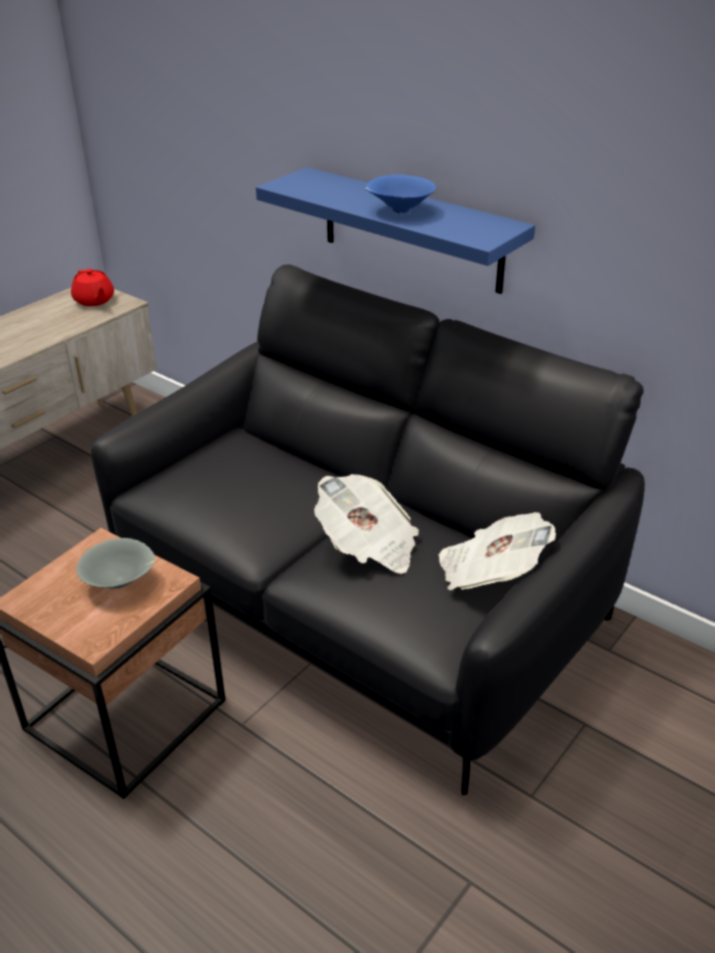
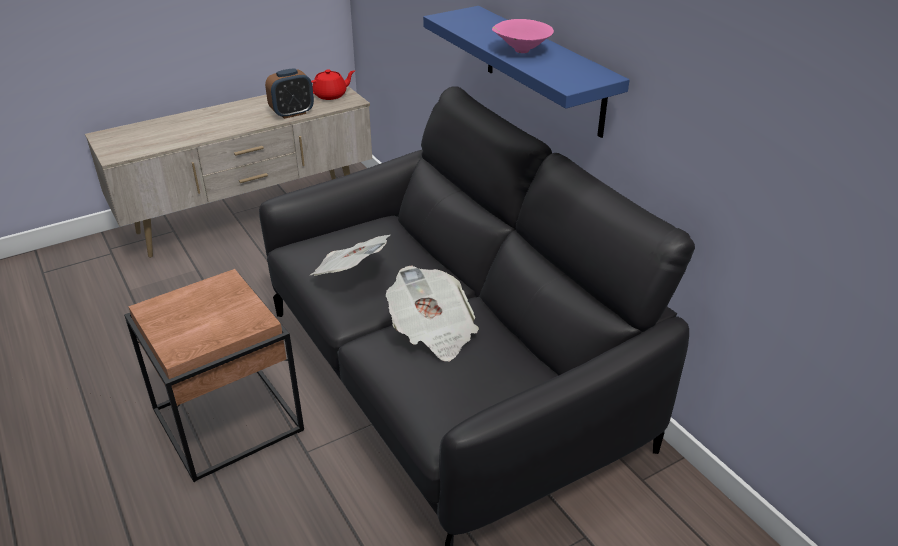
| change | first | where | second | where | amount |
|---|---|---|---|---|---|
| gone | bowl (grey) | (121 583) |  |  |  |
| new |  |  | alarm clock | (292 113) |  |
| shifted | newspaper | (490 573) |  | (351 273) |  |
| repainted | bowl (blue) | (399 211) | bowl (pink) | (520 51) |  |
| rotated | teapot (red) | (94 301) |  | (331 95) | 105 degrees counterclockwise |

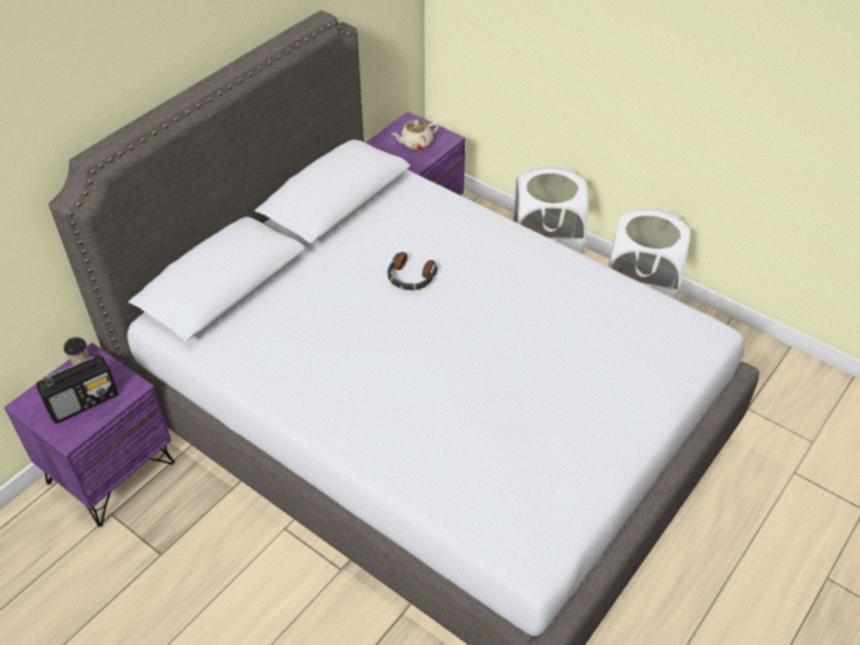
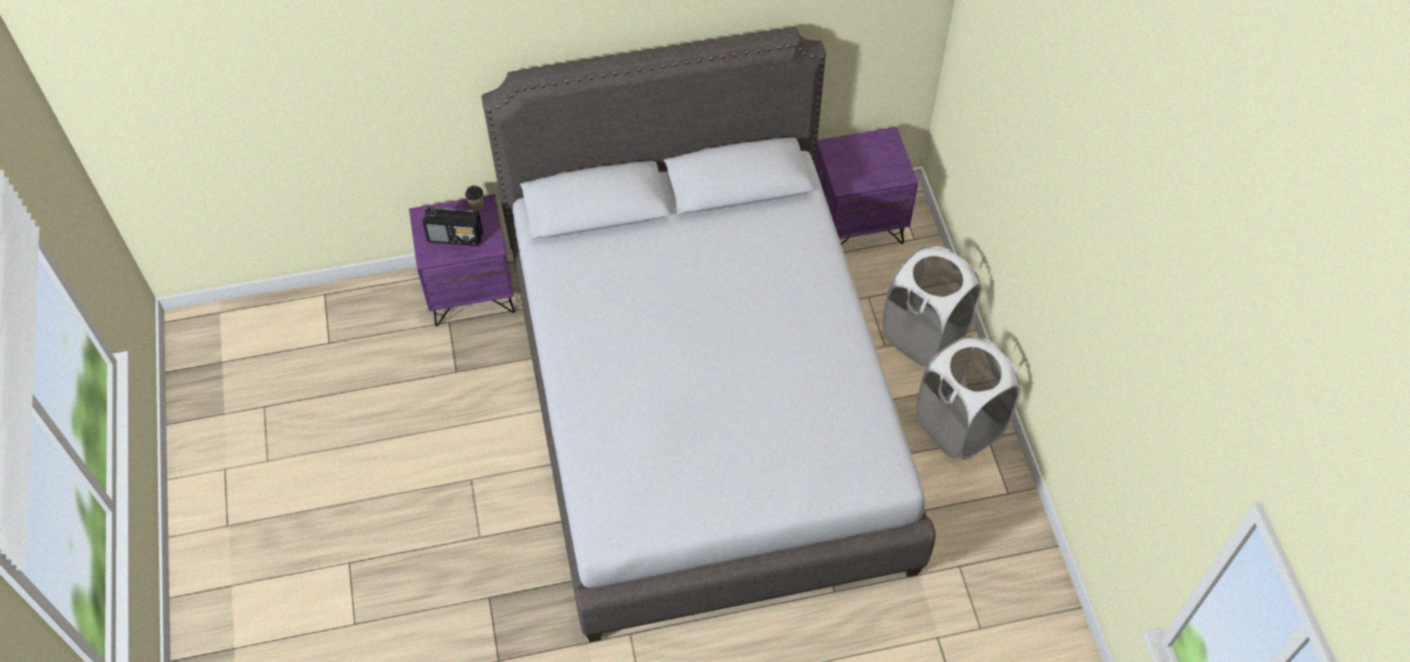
| change | first | where | second | where | amount |
|---|---|---|---|---|---|
| gone | headphones | (410 277) |  |  |  |
| gone | teapot (beige) | (415 143) |  |  |  |

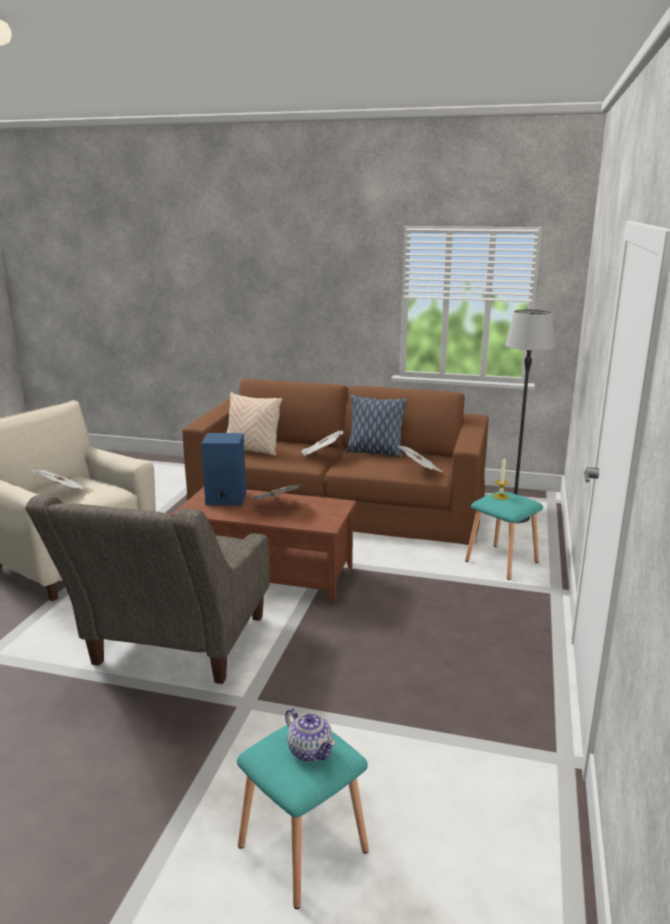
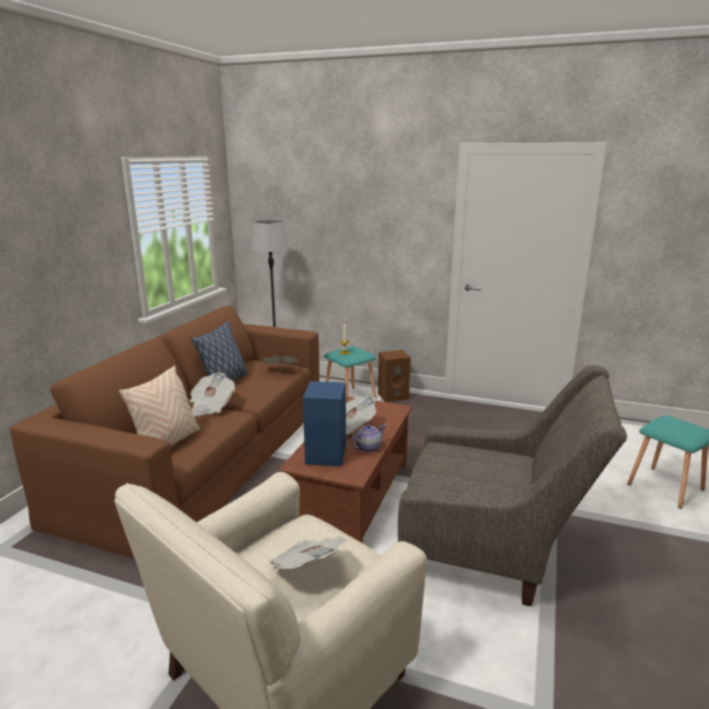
| change | first | where | second | where | amount |
|---|---|---|---|---|---|
| new |  |  | speaker (brown) | (393 396) |  |
| shifted | teapot | (310 750) |  | (367 448) |  |

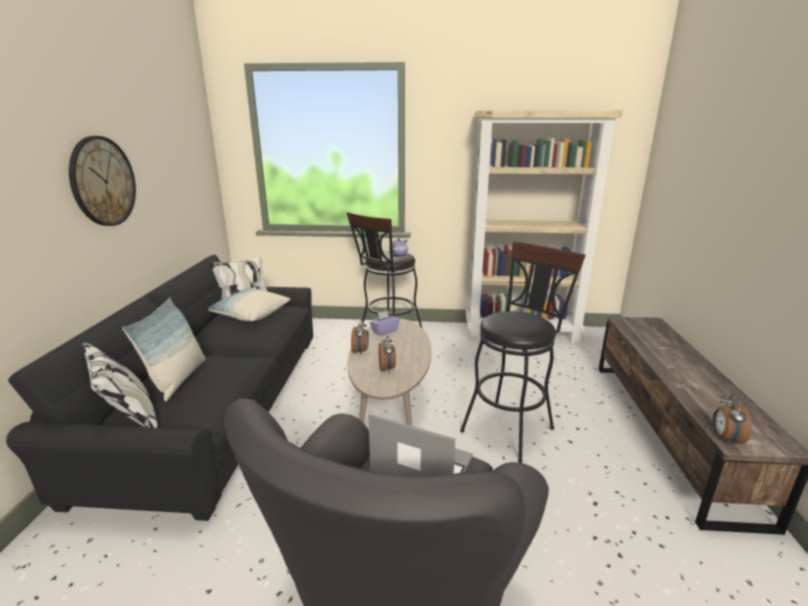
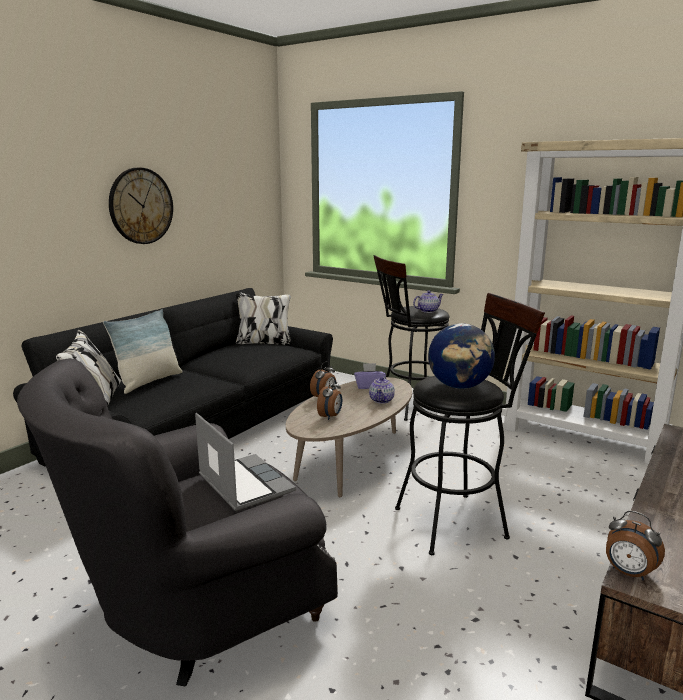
| change | first | where | second | where | amount |
|---|---|---|---|---|---|
| gone | pillow | (250 315) |  |  |  |
| new |  |  | teapot | (382 400) |  |
| new |  |  | globe | (459 386) |  |
| rotated | alarm clock | (725 438) |  | (628 573) | 90 degrees counterclockwise |

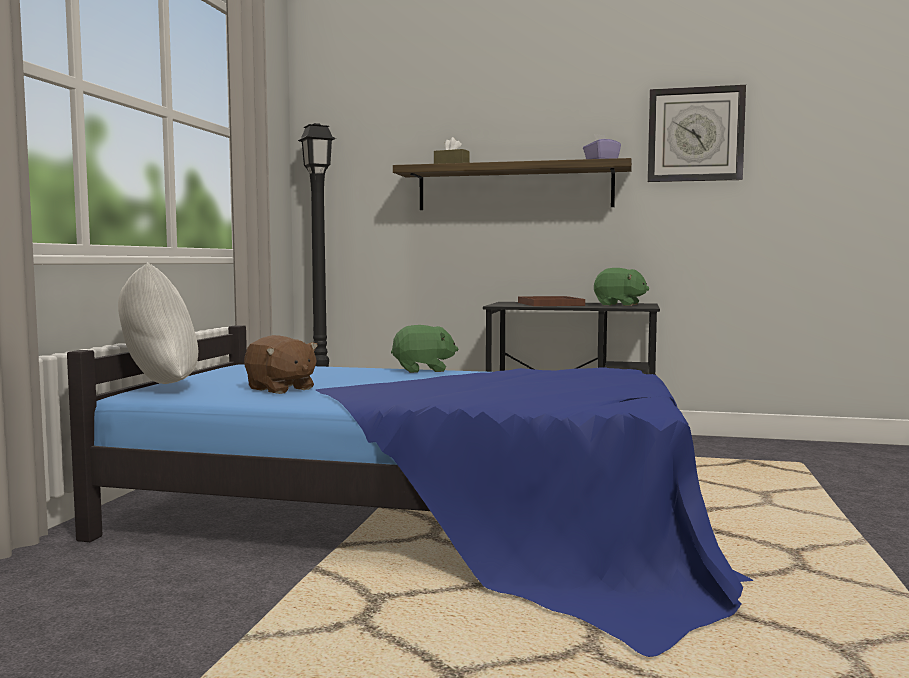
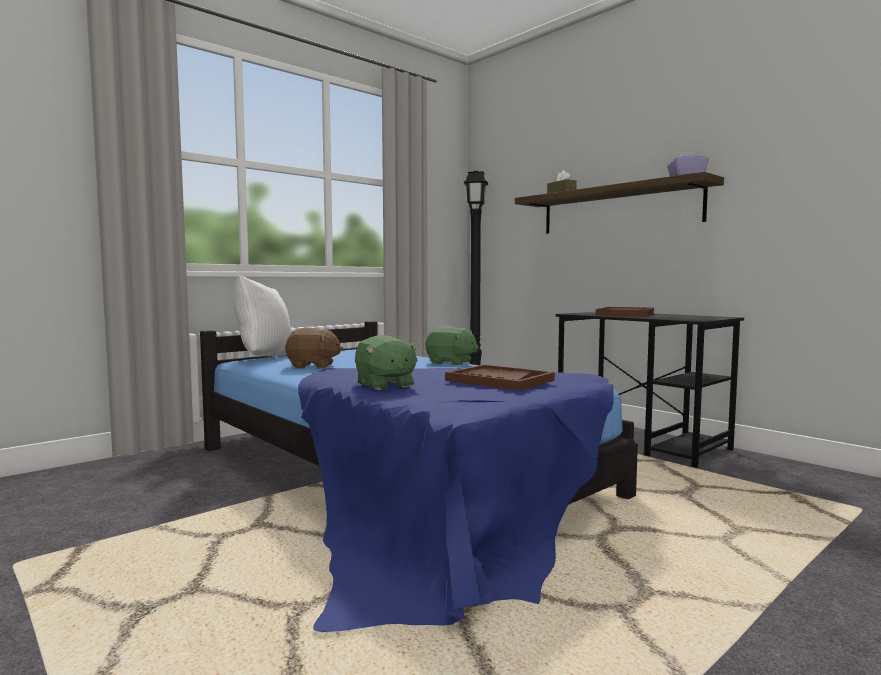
| change | first | where | second | where | amount |
|---|---|---|---|---|---|
| gone | wall clock | (695 134) |  |  |  |
| new |  |  | tray (brown) | (499 380) |  |
| shifted | plush toy (green) | (619 305) |  | (385 385) |  |
| rotated | plush toy (brown) | (280 389) |  | (313 366) | 75 degrees counterclockwise |

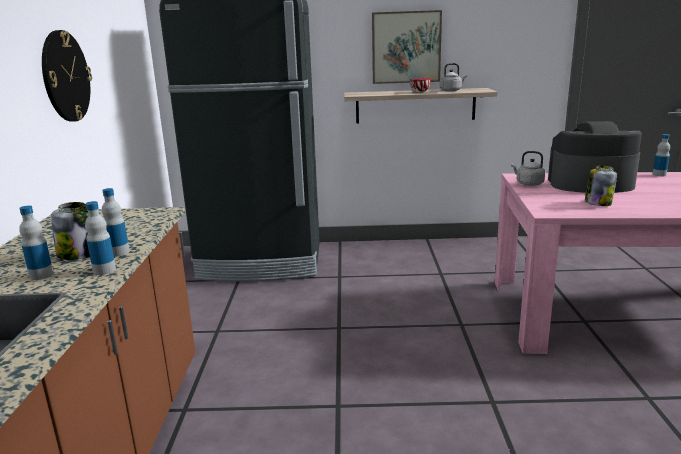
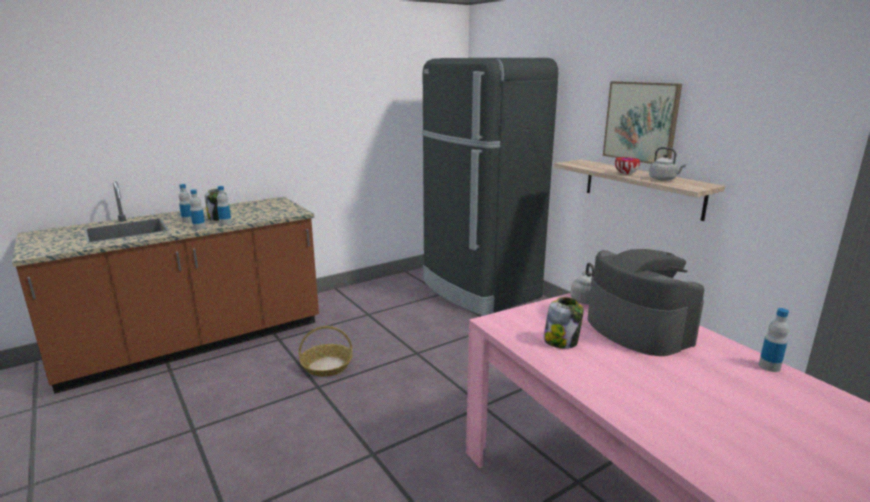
| change | first | where | second | where | amount |
|---|---|---|---|---|---|
| gone | wall clock | (65 76) |  |  |  |
| new |  |  | basket | (327 366) |  |

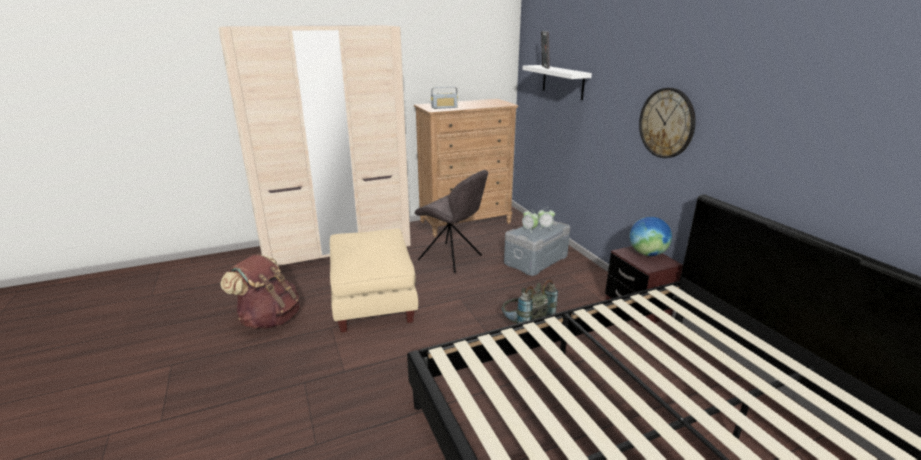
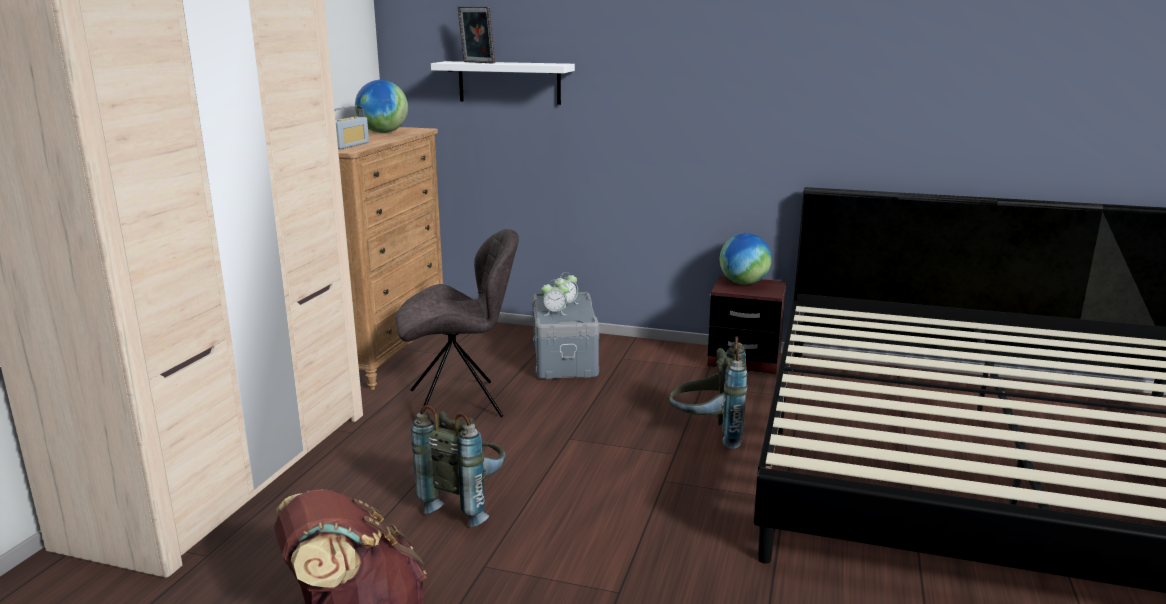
| change | first | where | second | where | amount |
|---|---|---|---|---|---|
| gone | wall clock | (667 123) |  |  |  |
| new |  |  | globe | (383 132) |  |
| swapped | ottoman (beige) | (372 300) | backpack (grey) | (466 503) |  |

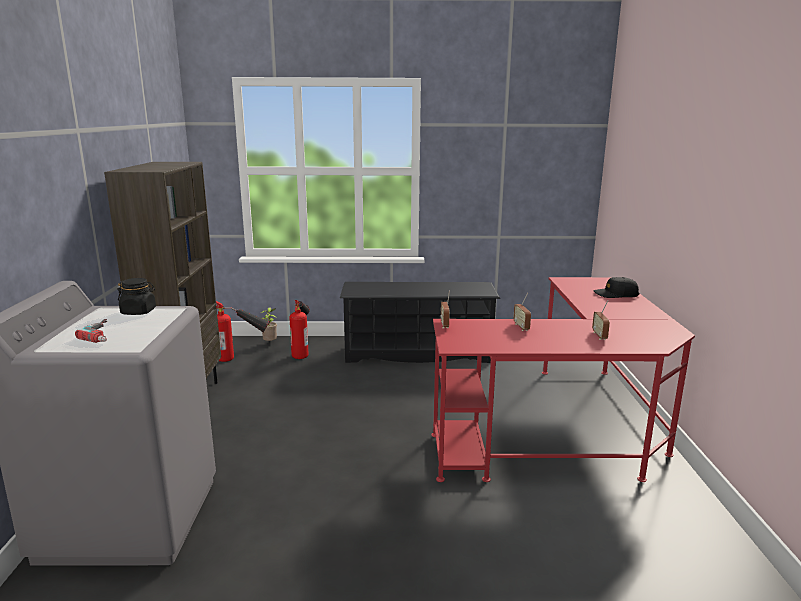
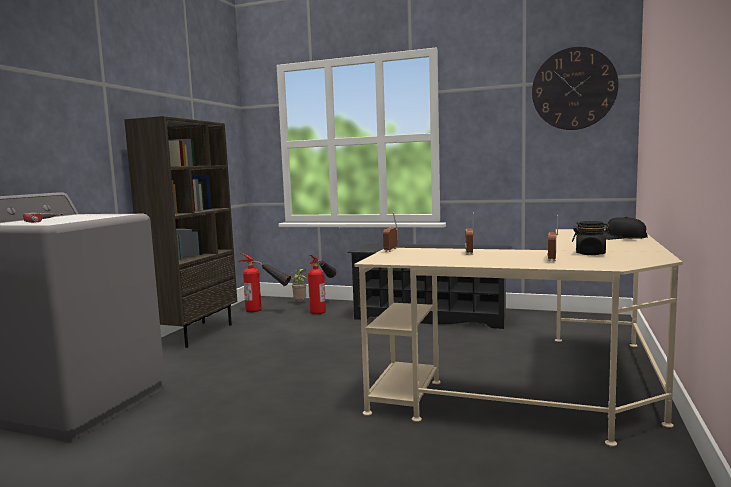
| change | first | where | second | where | amount |
|---|---|---|---|---|---|
| new |  |  | wall clock | (574 89) |  |
| shifted | jar (black) | (139 312) |  | (590 253) |  |
| repainted | desk (red) | (567 430) | desk (beige) | (547 389) |  |

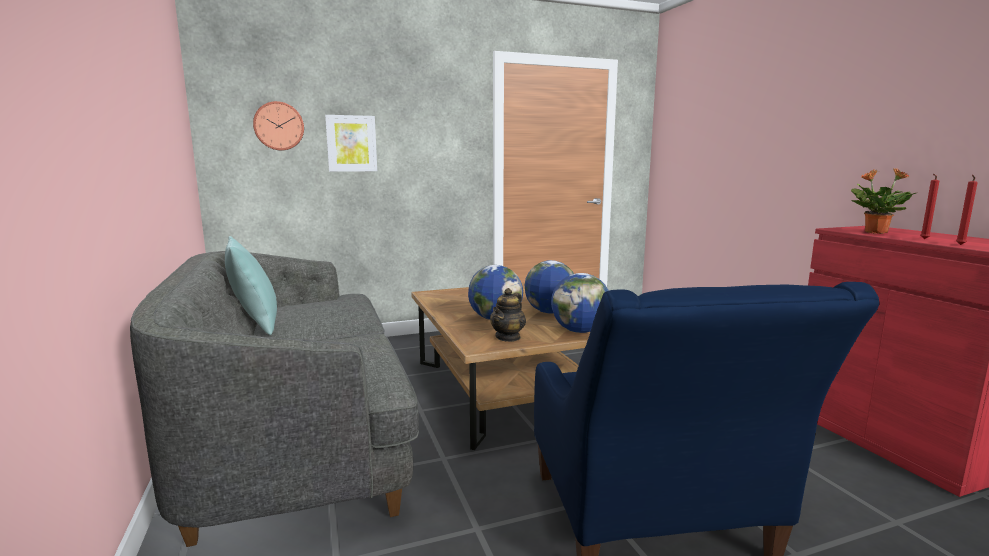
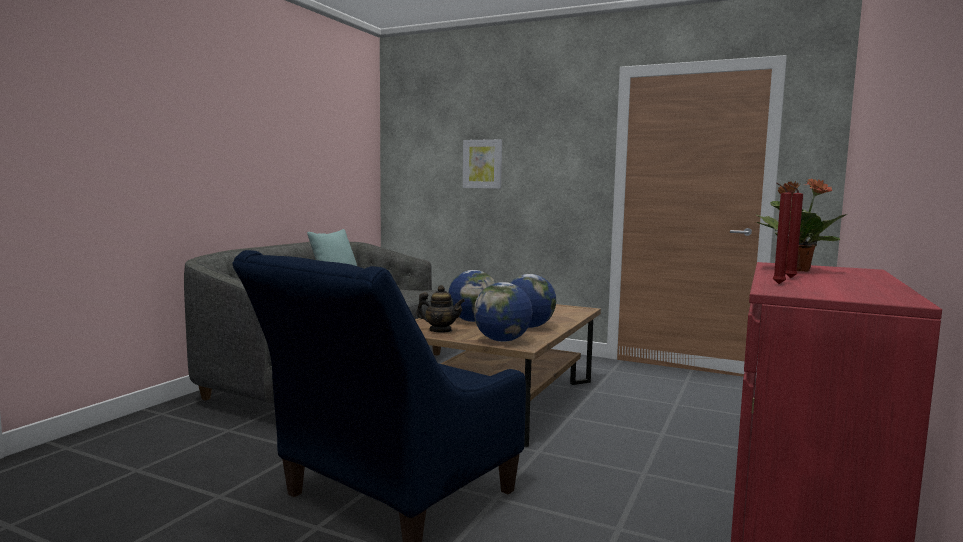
| change | first | where | second | where | amount |
|---|---|---|---|---|---|
| gone | wall clock | (279 126) |  |  |  |
| rotated | teapot | (508 337) |  | (440 331) | 150 degrees counterclockwise |

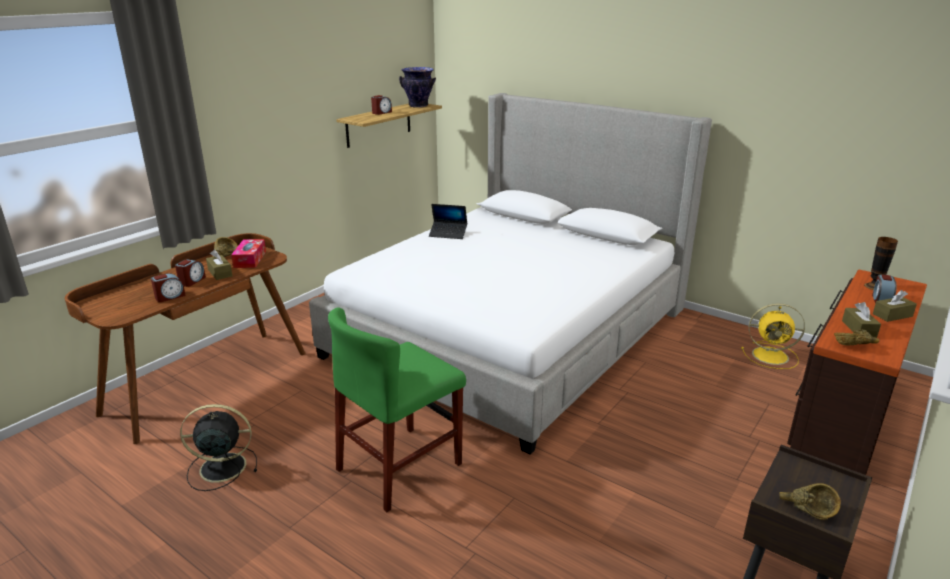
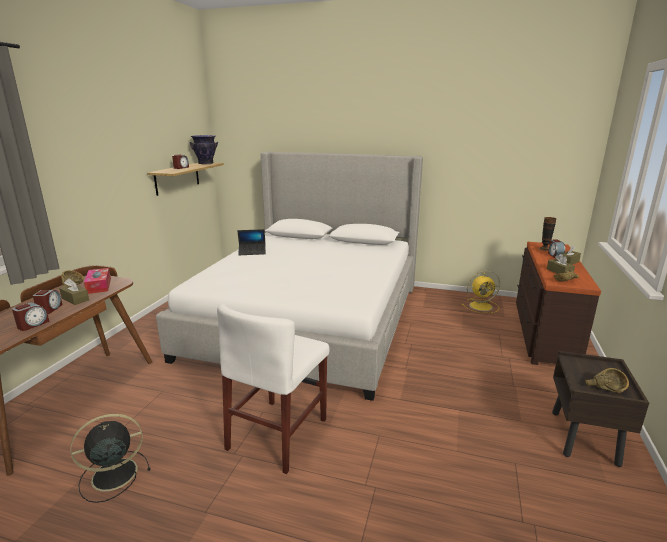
| change | first | where | second | where | amount |
|---|---|---|---|---|---|
| repainted | chair (green) | (399 466) | chair (white) | (278 433) |  |

